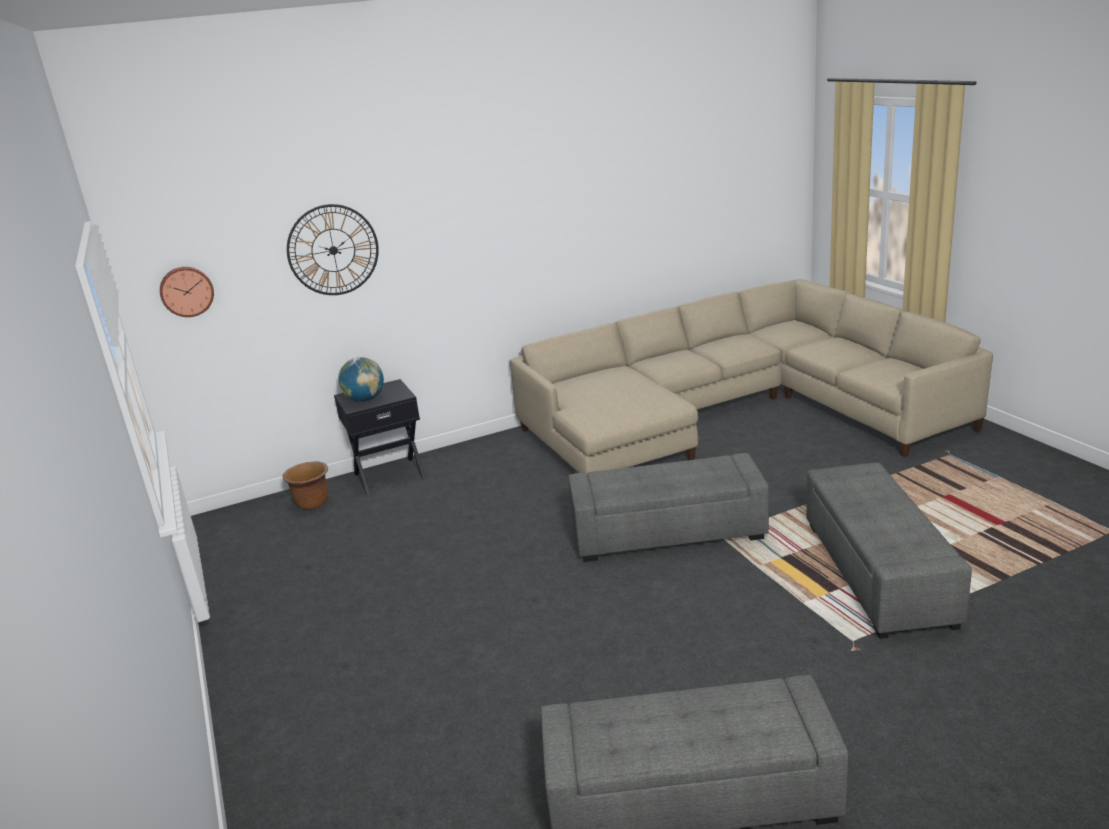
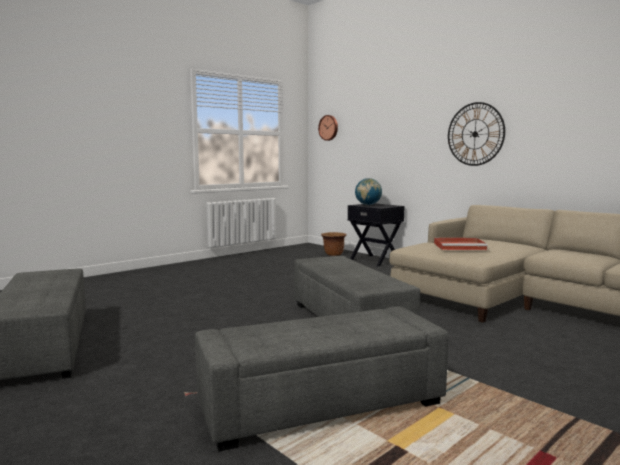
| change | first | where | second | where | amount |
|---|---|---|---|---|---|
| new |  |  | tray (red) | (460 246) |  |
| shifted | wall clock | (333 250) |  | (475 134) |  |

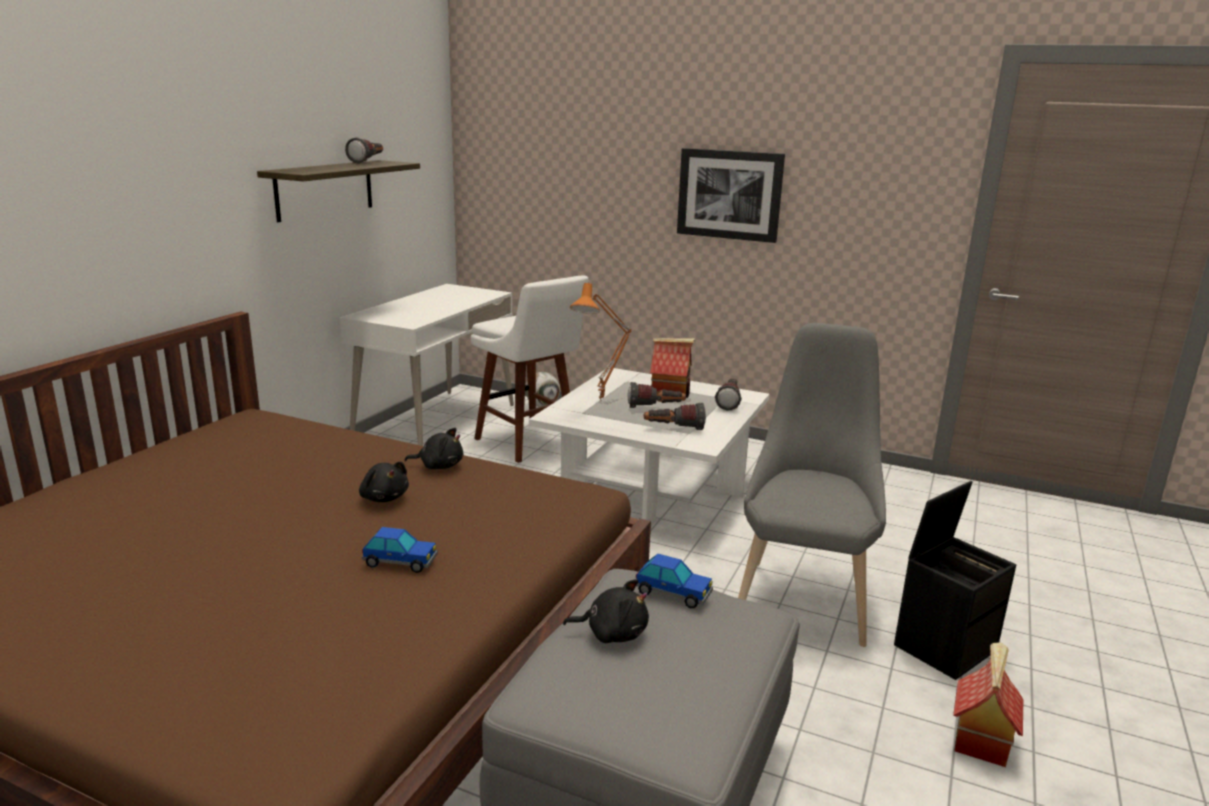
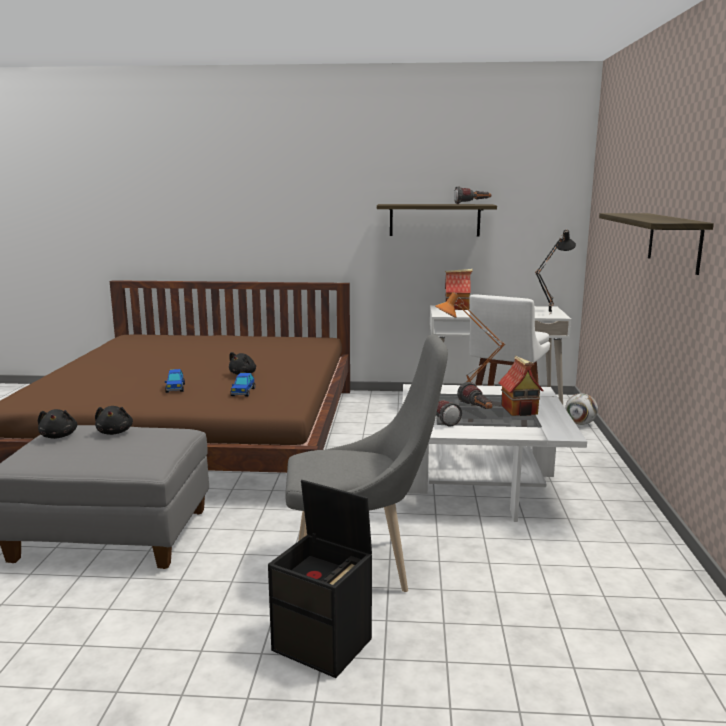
| change | first | where | second | where | amount |
|---|---|---|---|---|---|
| gone | flashlight | (729 402) |  |  |  |
| new |  |  | table lamp (black) | (549 313) |  |
| shifted | plush toy (black) | (439 466) |  | (59 436) |  |
| shifted | toy car | (673 593) |  | (243 392) |  |
| shifted | toy house | (979 740) |  | (457 308) |  |
| swapped | picture | (729 194) | shelf | (674 241) |  |

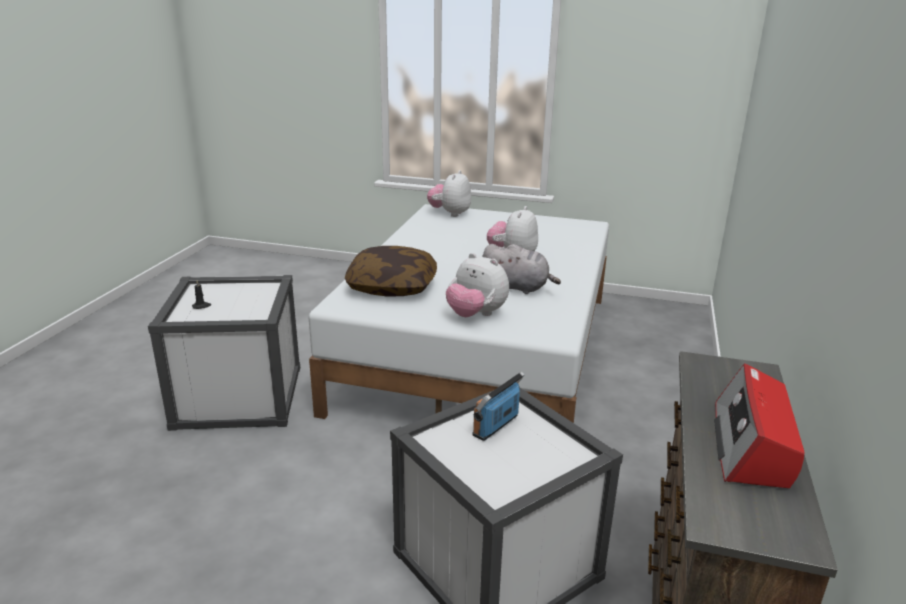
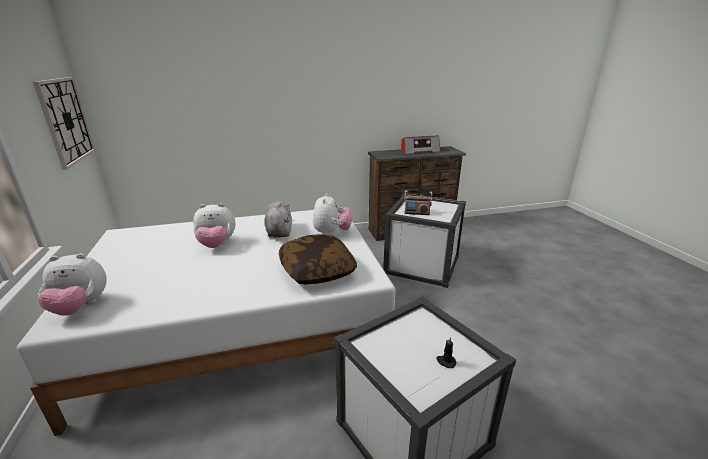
| change | first | where | second | where | amount |
|---|---|---|---|---|---|
| new |  |  | wall clock | (66 121) |  |

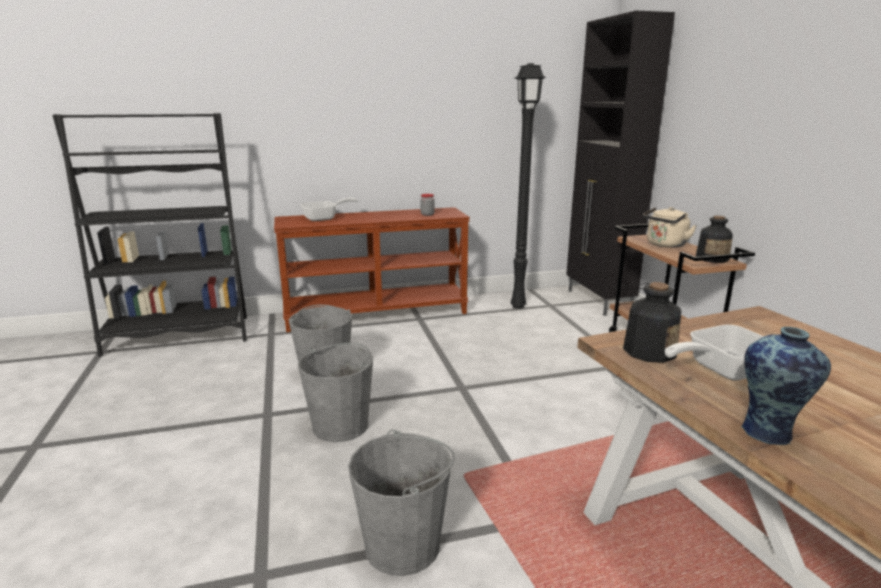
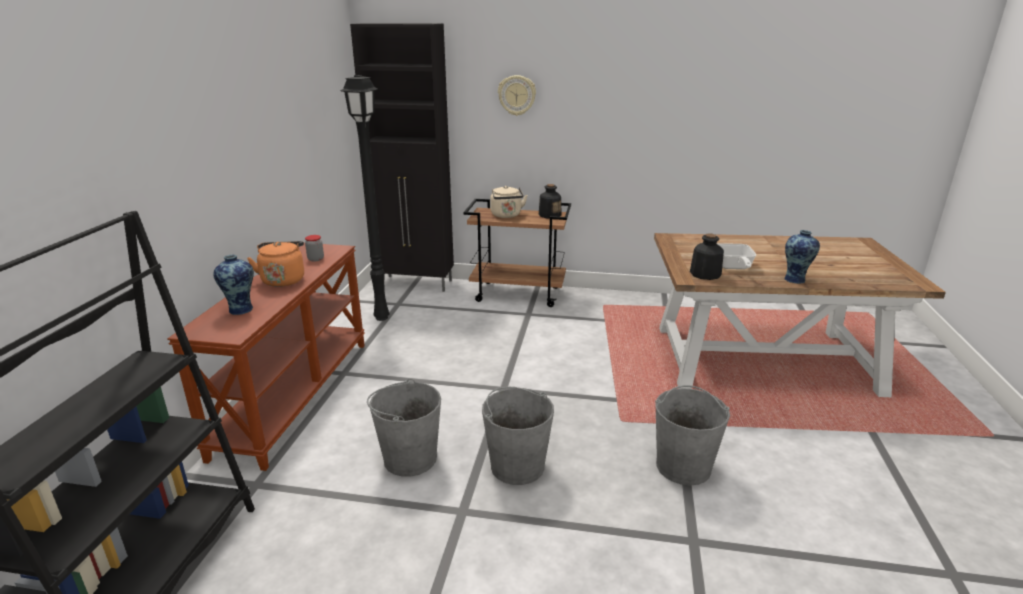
| change | first | where | second | where | amount |
|---|---|---|---|---|---|
| new |  |  | kettle (orange) | (283 280) |  |
| new |  |  | wall clock | (517 95) |  |
| swapped | frying pan | (324 218) | vase | (241 309) |  |

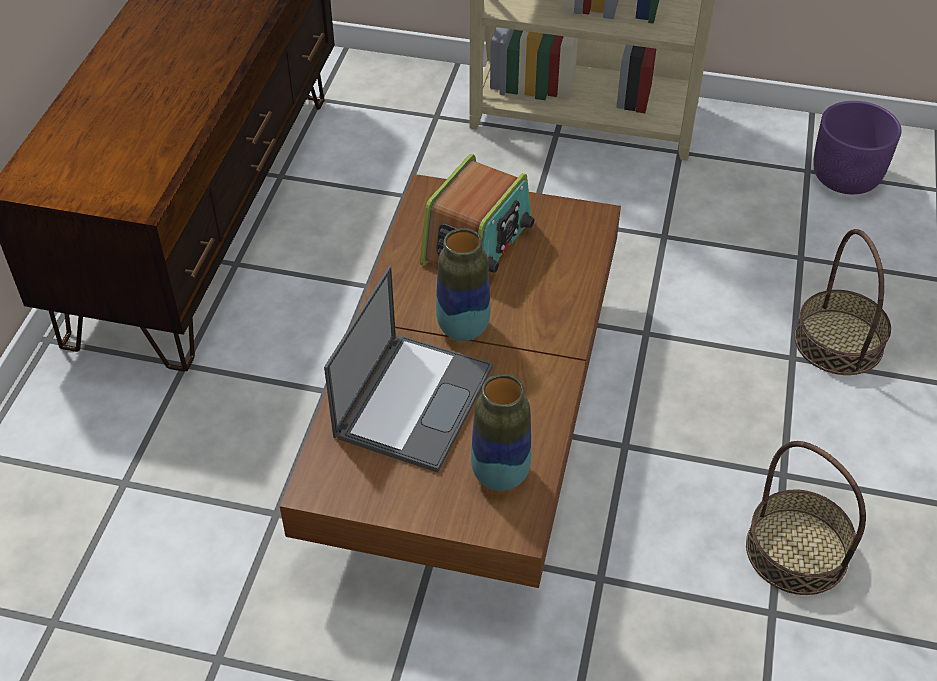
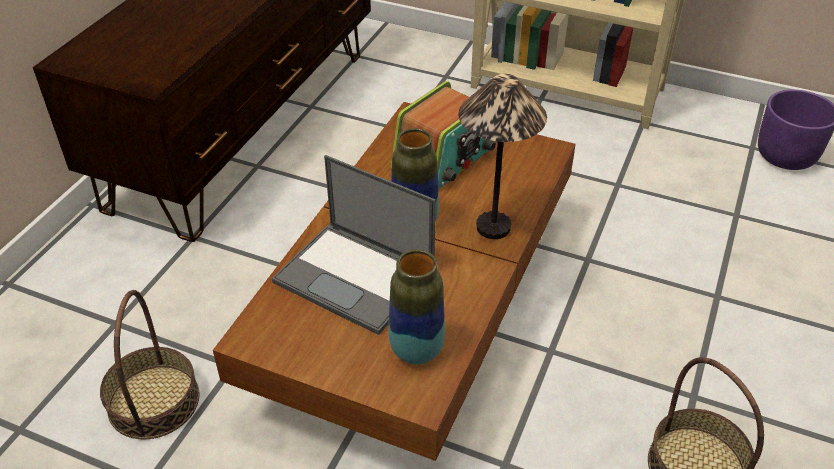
| change | first | where | second | where | amount |
|---|---|---|---|---|---|
| new |  |  | table lamp | (493 227) |  |
| shifted | basket | (838 342) |  | (154 401) |  |
| rotated | laptop | (414 400) |  | (356 277) | 90 degrees clockwise |

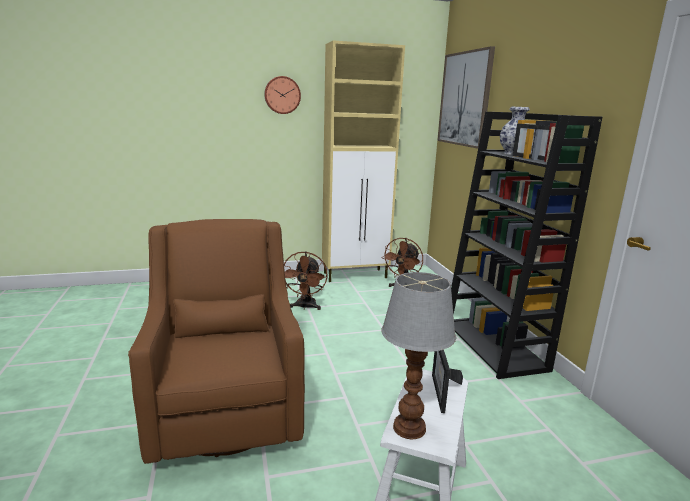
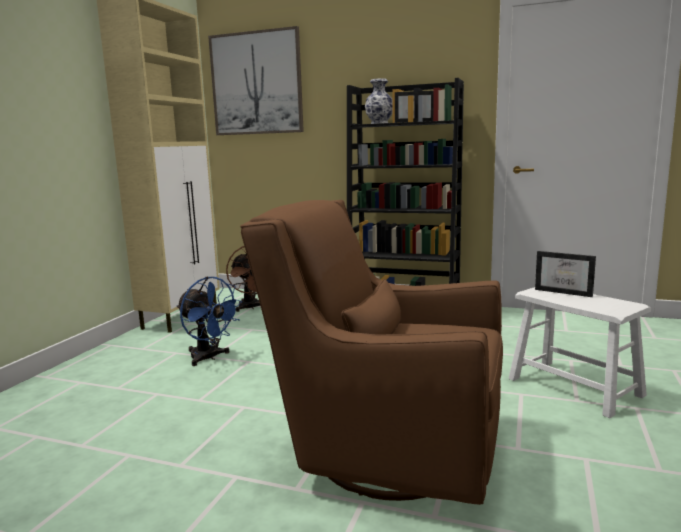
| change | first | where | second | where | amount |
|---|---|---|---|---|---|
| gone | wall clock | (282 95) |  |  |  |
| gone | table lamp | (410 428) |  |  |  |
| repainted | fan (brown) | (305 307) | fan (blue) | (209 358) |  |

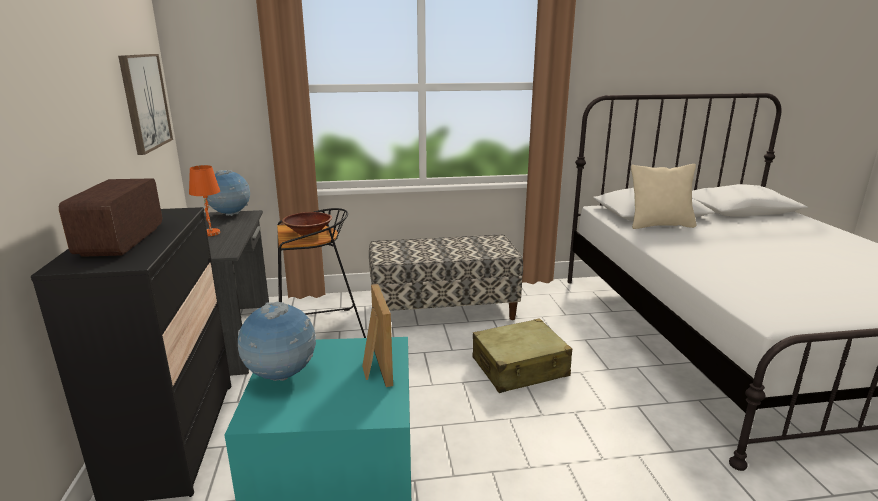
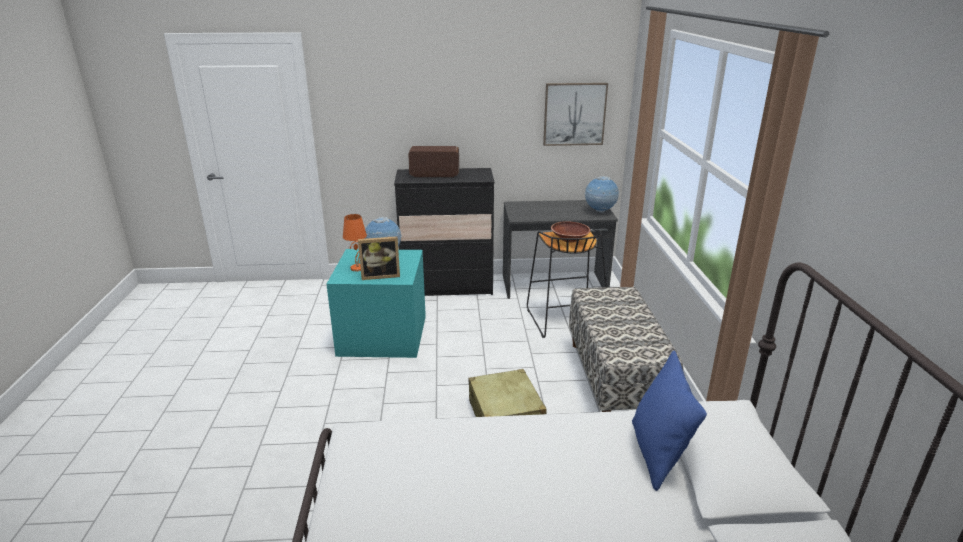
| change | first | where | second | where | amount |
|---|---|---|---|---|---|
| shifted | table lamp (orange) | (210 233) |  | (358 268) |  |
| repainted | pillow (beige) | (660 225) | pillow (blue) | (657 454) |  |

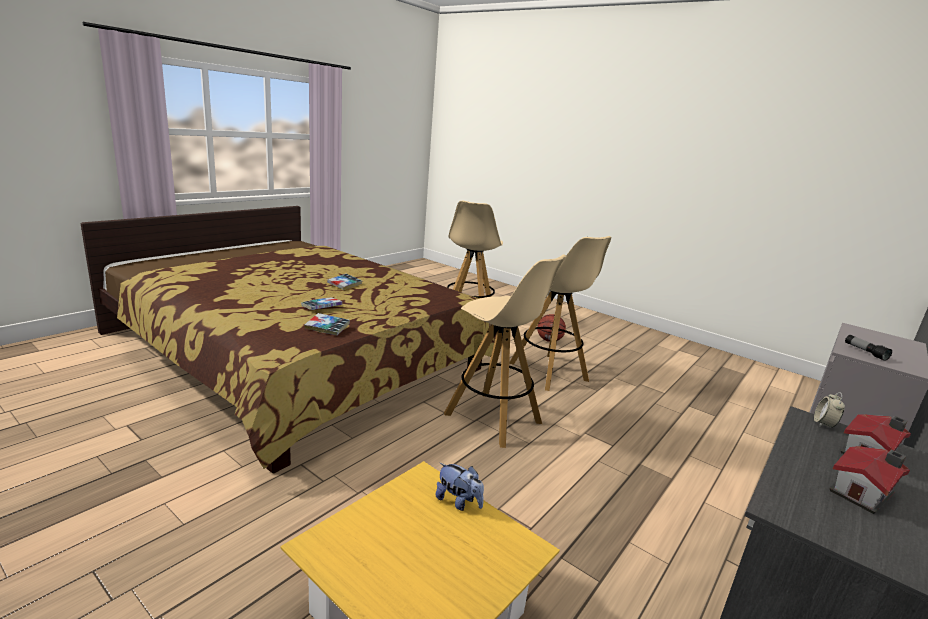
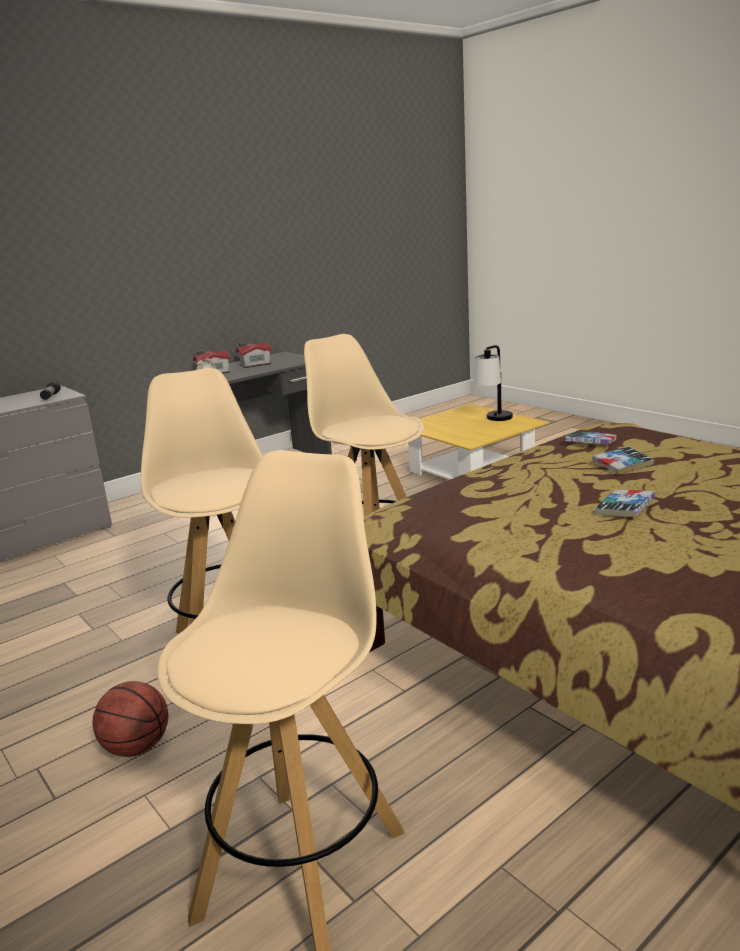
| change | first | where | second | where | amount |
|---|---|---|---|---|---|
| gone | plush toy | (458 502) |  |  |  |
| new |  |  | table lamp | (494 420) |  |

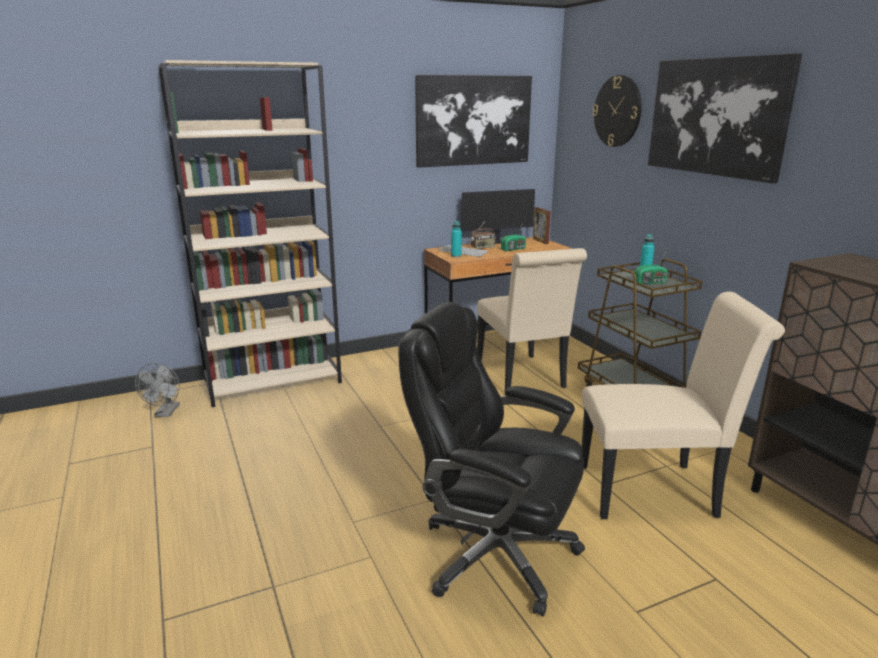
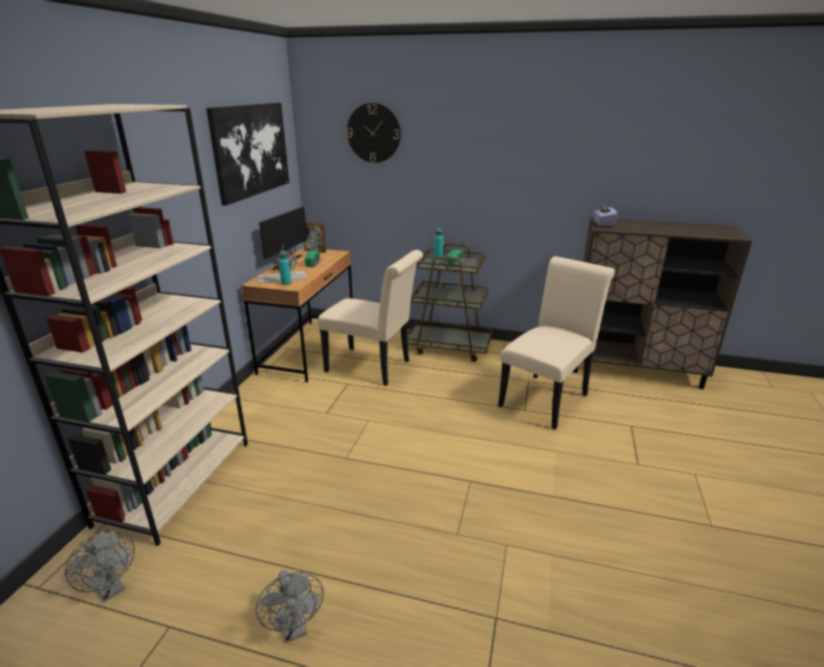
| change | first | where | second | where | amount |
|---|---|---|---|---|---|
| gone | office chair (black) | (494 553) |  |  |  |
| gone | picture | (716 117) |  |  |  |
| new |  |  | fan (grey) | (294 628) |  |
| new |  |  | tissue box (purple) | (603 224) |  |

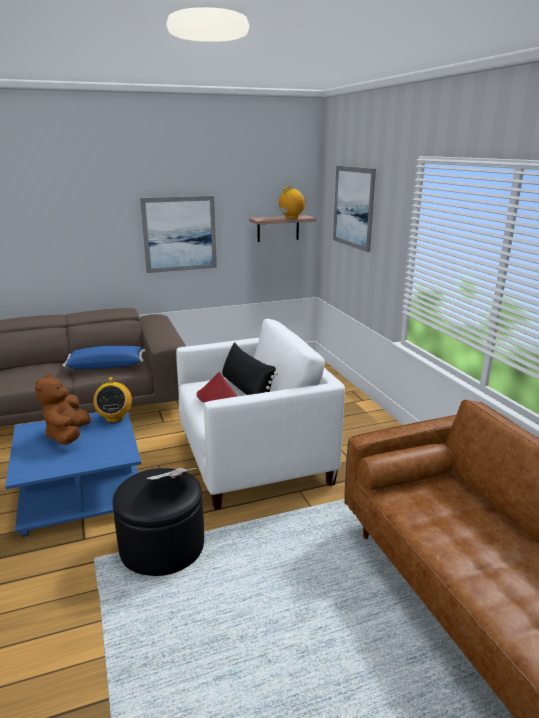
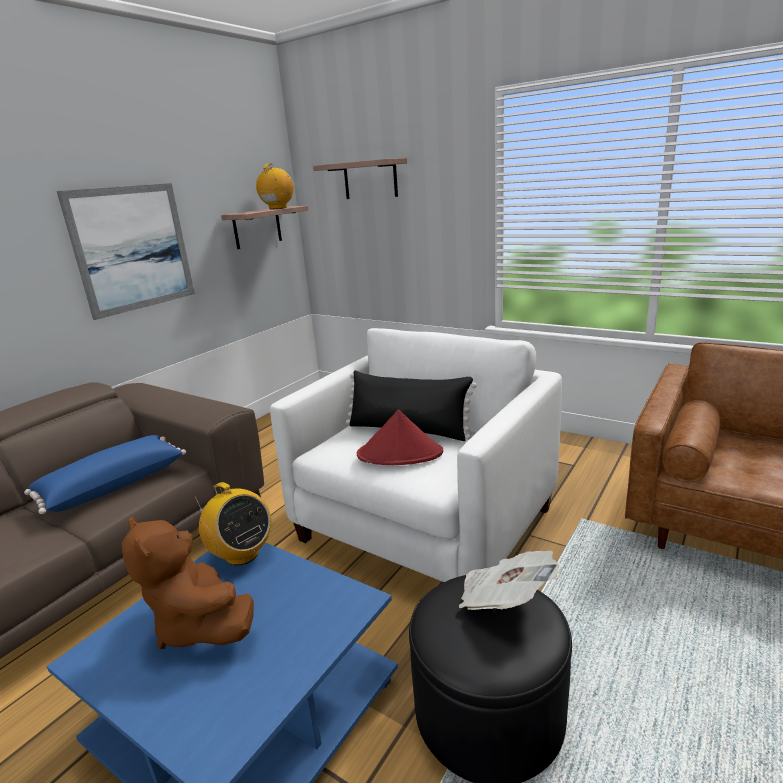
| change | first | where | second | where | amount |
|---|---|---|---|---|---|
| swapped | picture | (353 207) | shelf | (370 179) |  |

